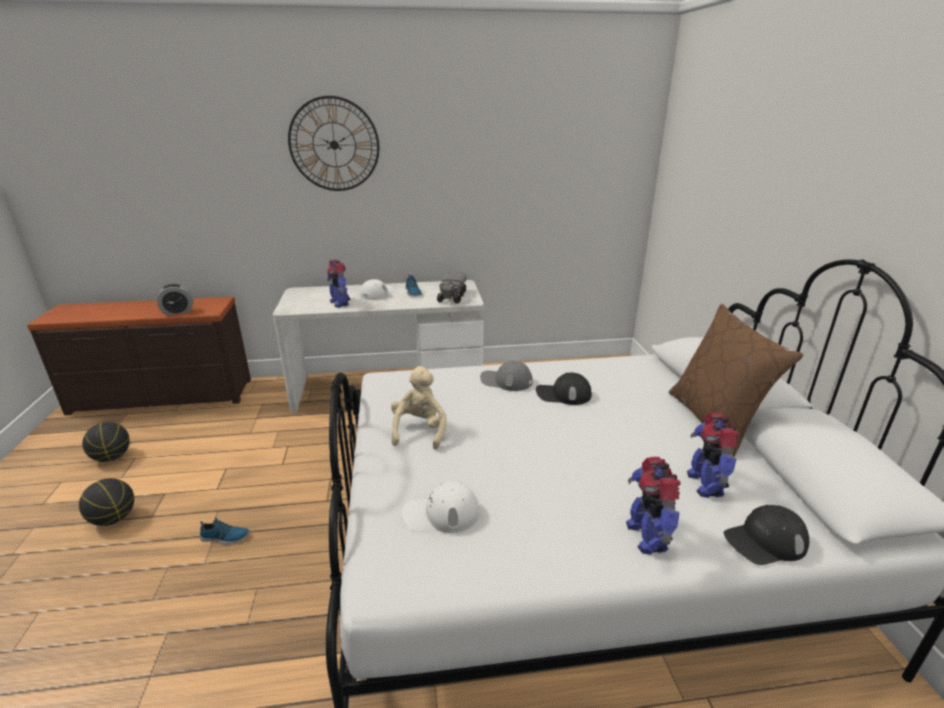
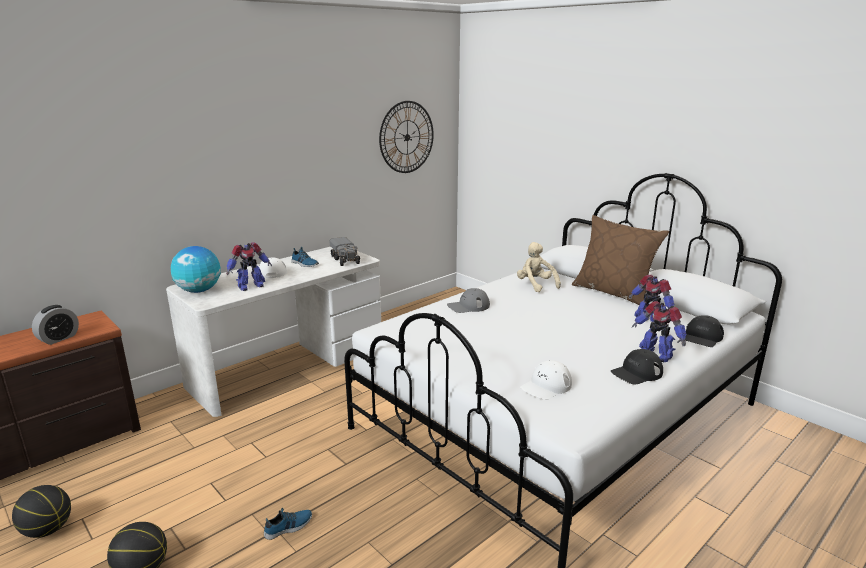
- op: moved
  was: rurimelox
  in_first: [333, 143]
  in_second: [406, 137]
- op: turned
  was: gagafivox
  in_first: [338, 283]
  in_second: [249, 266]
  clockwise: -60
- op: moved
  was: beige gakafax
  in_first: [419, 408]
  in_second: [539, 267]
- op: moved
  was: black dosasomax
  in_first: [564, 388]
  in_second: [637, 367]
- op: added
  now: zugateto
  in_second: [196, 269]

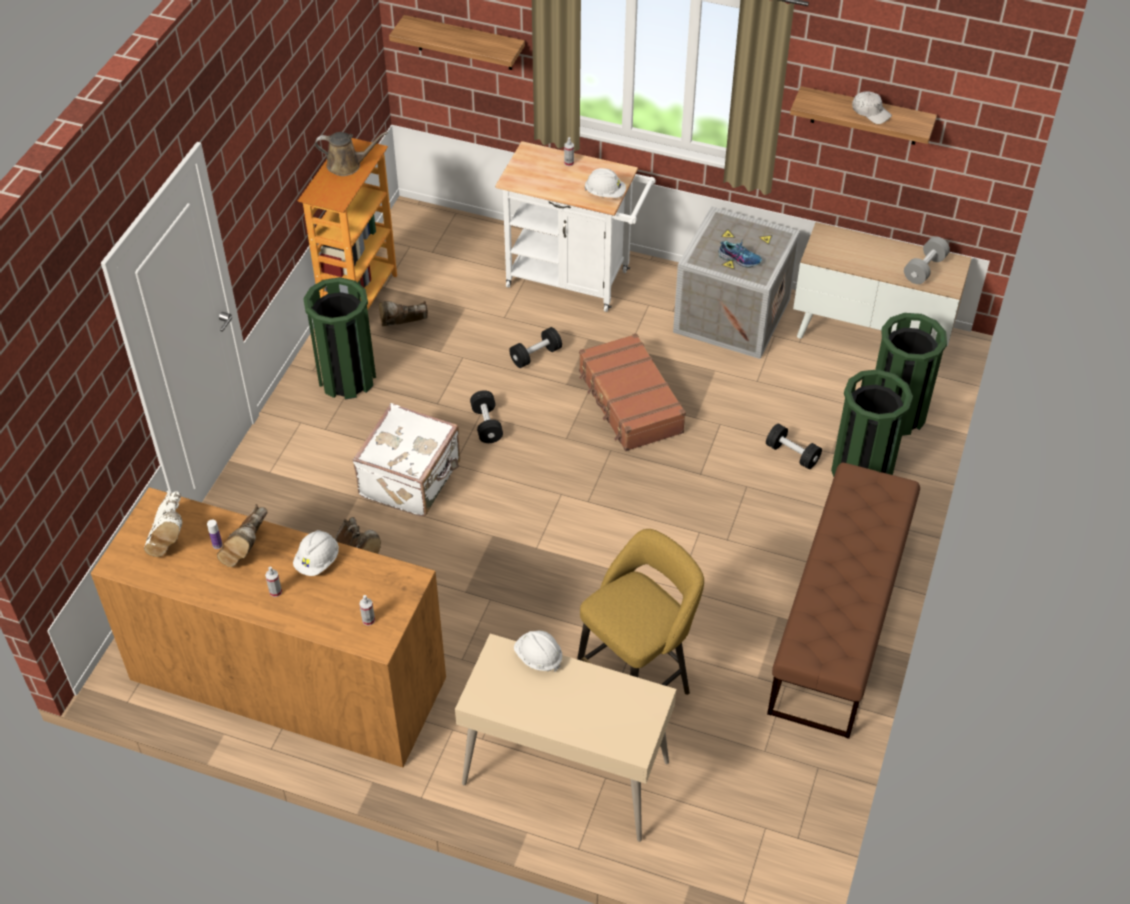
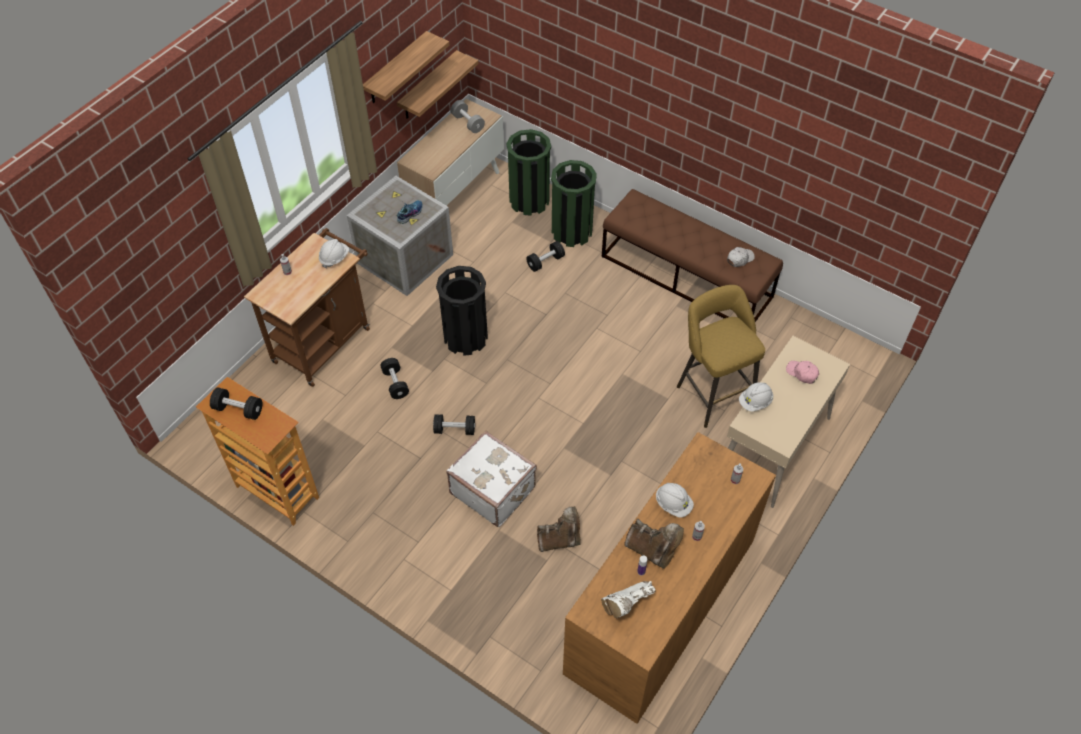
- op: moved
  was: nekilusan
  in_first: [457, 42]
  in_second: [437, 84]
- op: moved
  was: white dosasomax
  in_first: [872, 107]
  in_second: [741, 257]
- op: replaced
  was: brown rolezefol
  now: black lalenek
  in_first: [351, 154]
  in_second: [236, 403]
- op: recoloured
  was: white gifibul
  now: brown gifibul
  in_first: [575, 226]
  in_second: [307, 307]
- op: removed
  was: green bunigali
  in_first: [339, 338]
- op: removed
  was: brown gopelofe
  in_first: [403, 313]
- op: replaced
  was: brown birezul
  now: black bunigali
  in_first: [632, 392]
  in_second: [462, 311]
- op: turned
  was: white gopelofe
  in_first: [163, 524]
  in_second: [628, 599]
  clockwise: 135
- op: added
  now: pink dosasomax
  in_second: [802, 372]

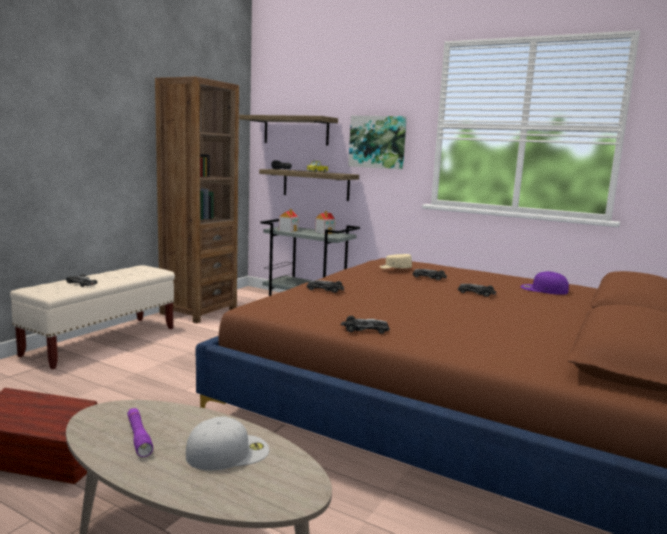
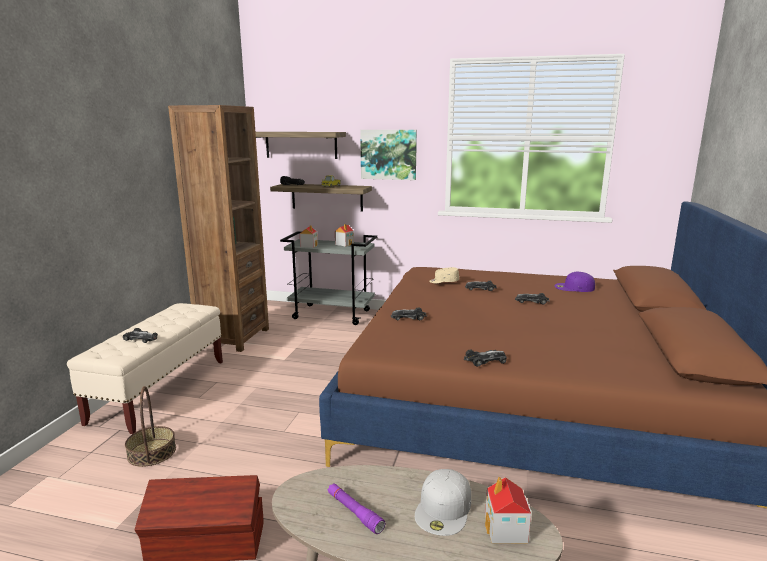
- op: turned
  was: white dosasomax
  in_first: [227, 443]
  in_second: [443, 502]
  clockwise: 150
- op: added
  now: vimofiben
  in_second: [150, 426]
- op: added
  now: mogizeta
  in_second: [508, 509]

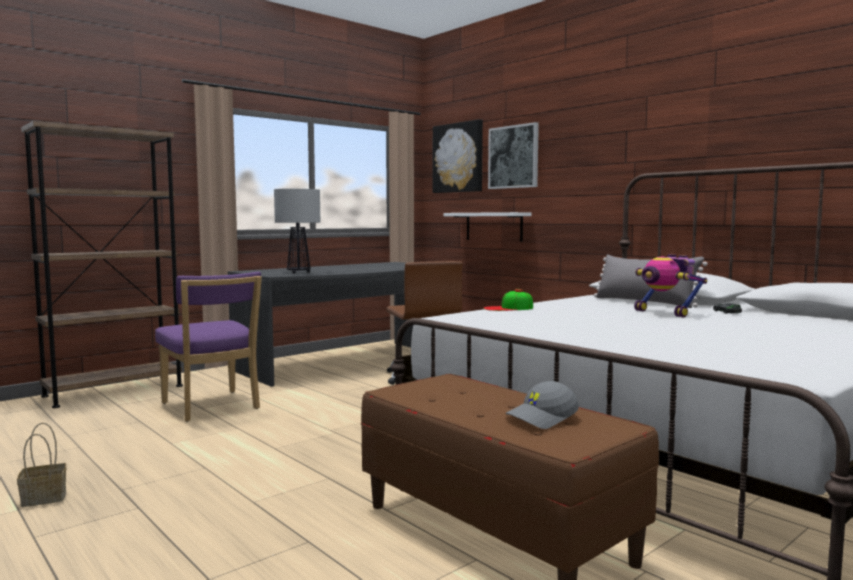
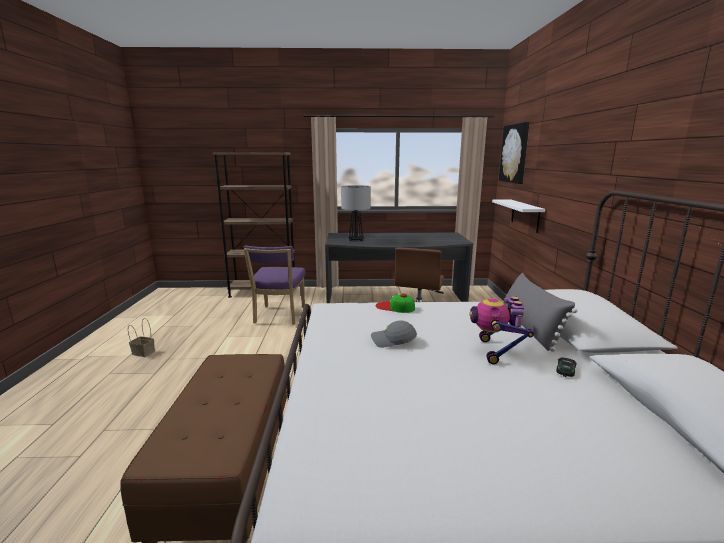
- op: removed
  was: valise
  in_first: [513, 155]
- op: moved
  was: grey dosasomax
  in_first: [542, 405]
  in_second: [394, 334]

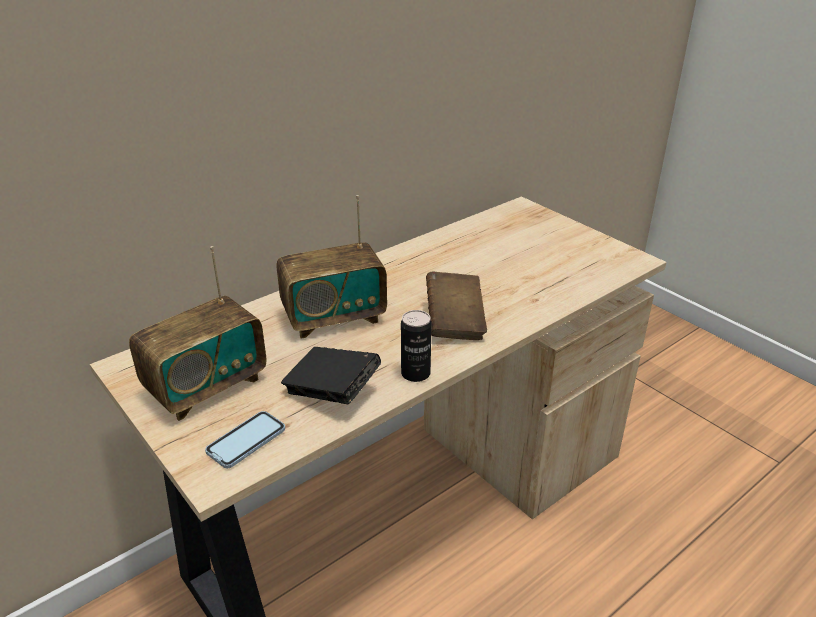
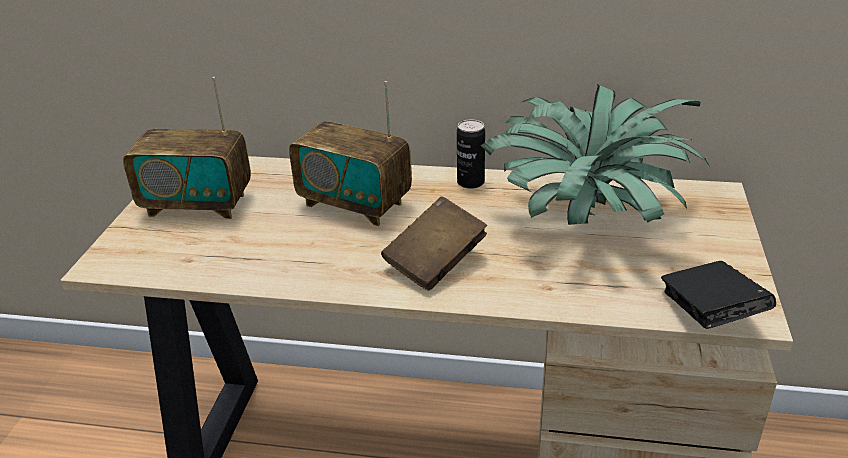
- op: moved
  was: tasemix
  in_first: [416, 346]
  in_second: [471, 154]
- op: moved
  was: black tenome
  in_first: [331, 375]
  in_second: [718, 295]
- op: removed
  was: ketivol
  in_first: [245, 439]
- op: added
  now: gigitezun
  in_second: [595, 154]

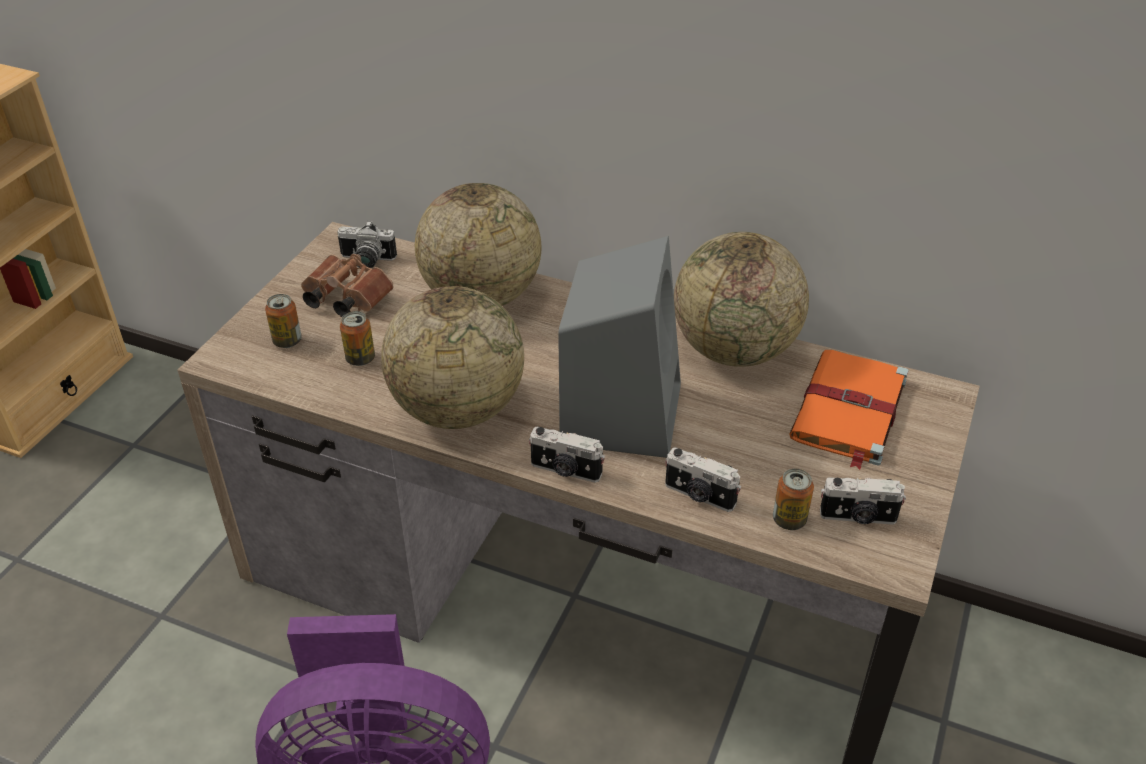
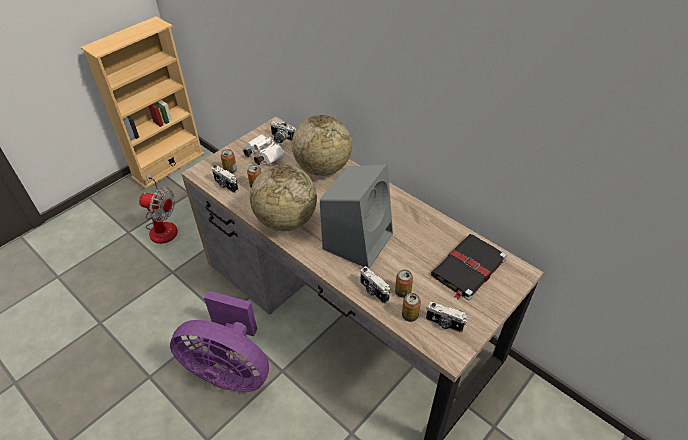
- op: removed
  was: zugateto
  in_first: [741, 299]
- op: recoloured
  was: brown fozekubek
  now: white fozekubek
  in_first: [347, 285]
  in_second: [264, 149]
- op: recoloured
  was: orange tenome
  now: black tenome
  in_first: [849, 410]
  in_second: [469, 267]
- op: moved
  was: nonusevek
  in_first: [567, 455]
  in_second: [225, 179]
- op: added
  now: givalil
  in_second: [158, 207]
- op: added
  now: tasemix
  in_second: [404, 283]

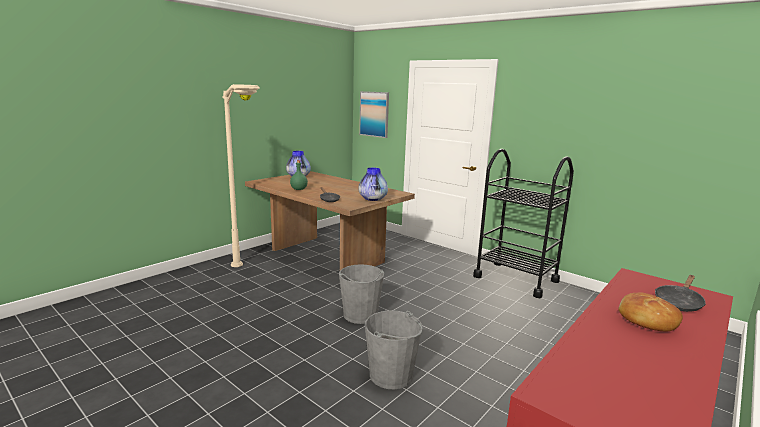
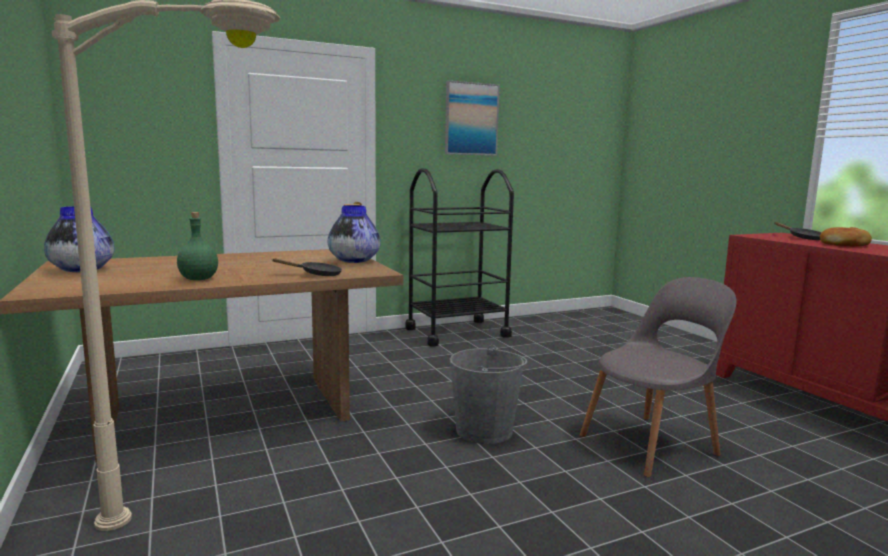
- op: moved
  was: valise
  in_first: [374, 114]
  in_second: [472, 118]
- op: replaced
  was: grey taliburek
  now: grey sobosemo
  in_first: [393, 349]
  in_second: [658, 377]

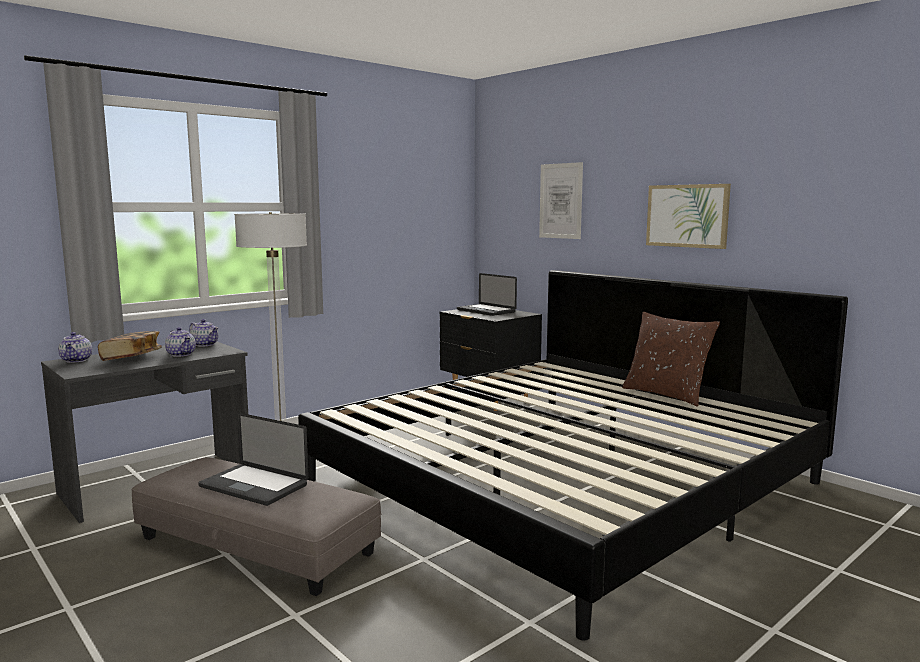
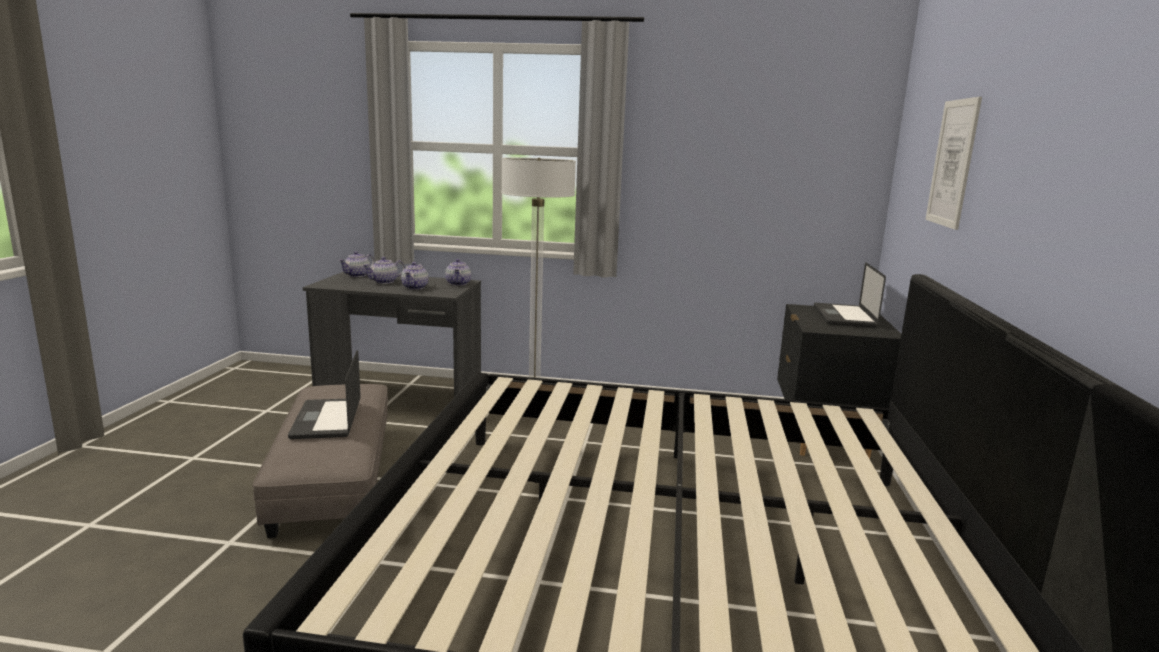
- op: removed
  was: valise
  in_first: [688, 216]
- op: removed
  was: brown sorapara
  in_first: [671, 359]
- op: replaced
  was: tenome
  now: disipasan
  in_first: [130, 346]
  in_second: [384, 270]

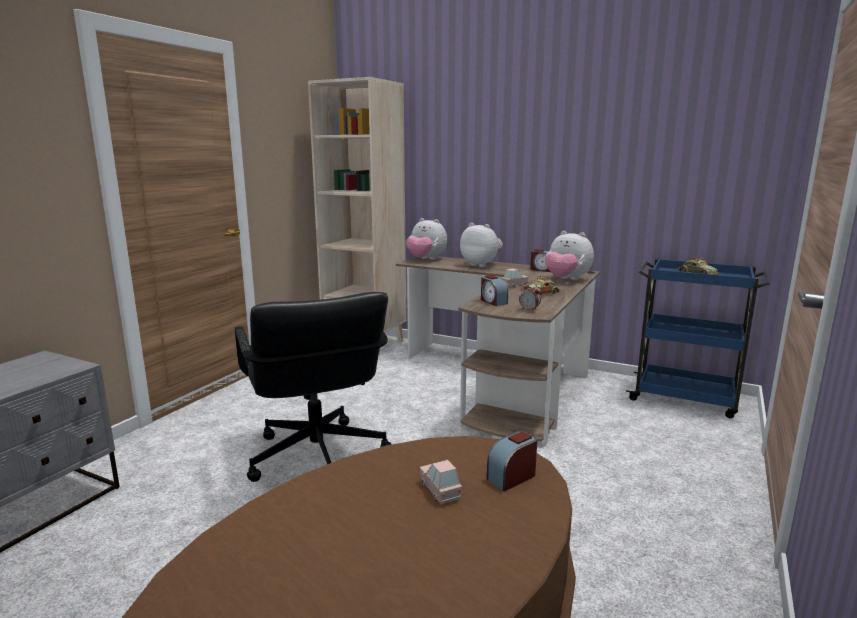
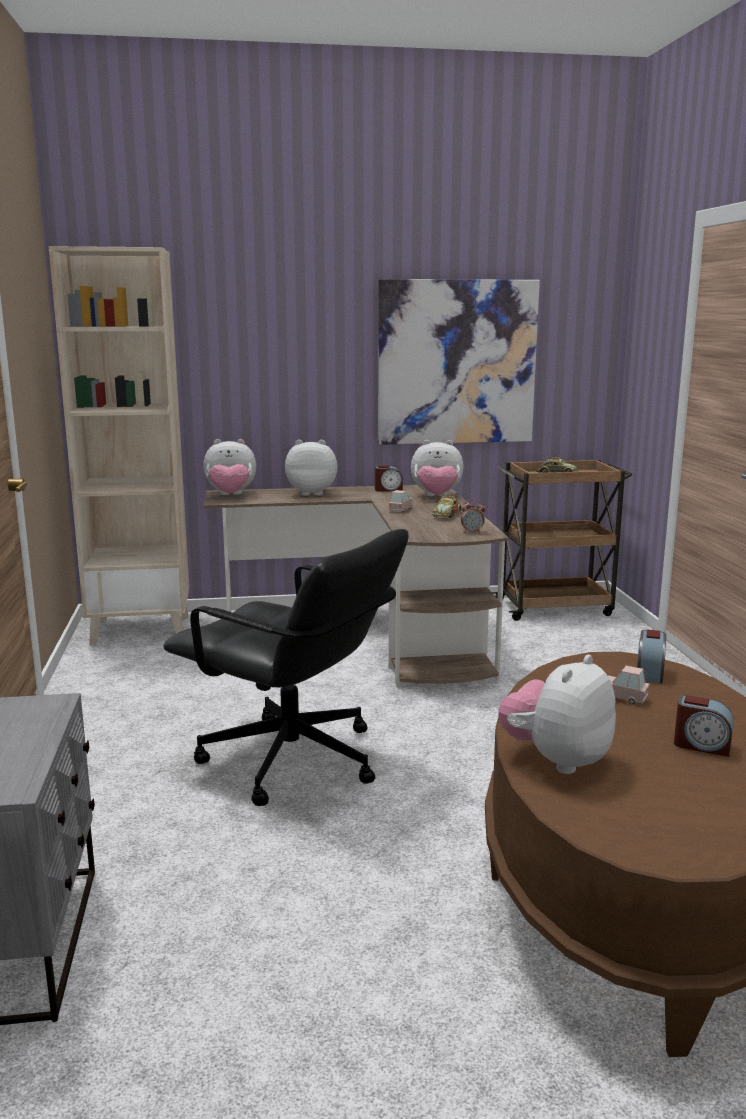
- op: recoloured
  was: blue gifibul
  now: brown gifibul
  in_first: [698, 338]
  in_second: [562, 540]
- op: moved
  was: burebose
  in_first: [494, 290]
  in_second: [704, 726]
- op: added
  now: valise
  in_second: [459, 362]
- op: added
  now: gakafax
  in_second: [557, 714]

